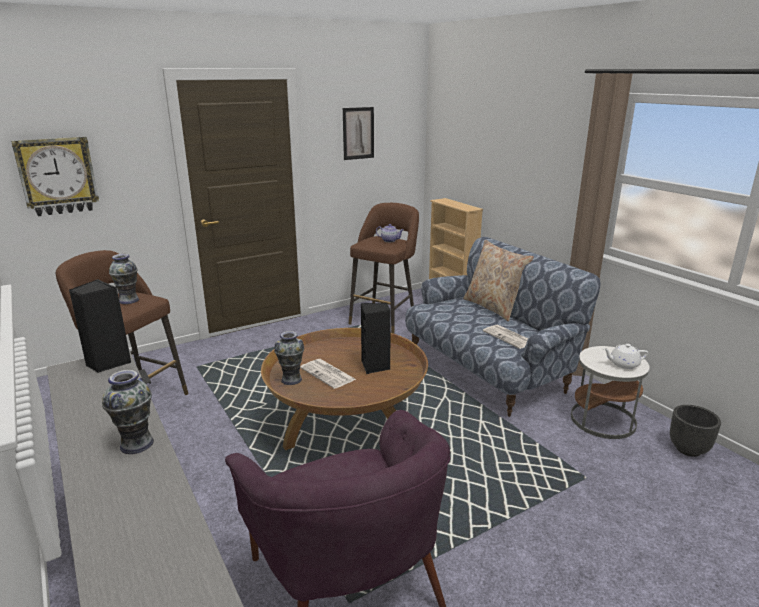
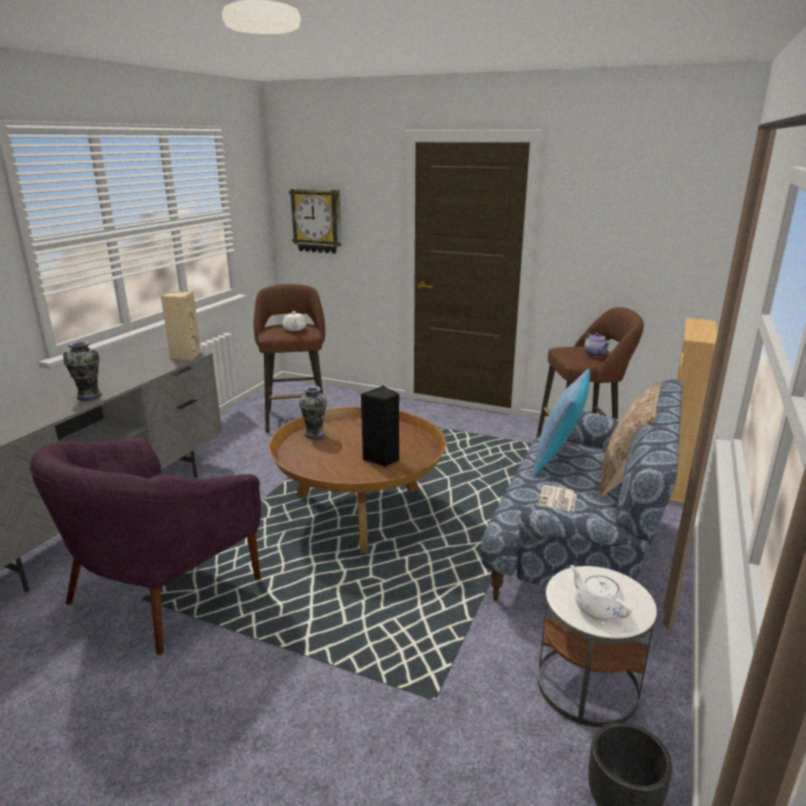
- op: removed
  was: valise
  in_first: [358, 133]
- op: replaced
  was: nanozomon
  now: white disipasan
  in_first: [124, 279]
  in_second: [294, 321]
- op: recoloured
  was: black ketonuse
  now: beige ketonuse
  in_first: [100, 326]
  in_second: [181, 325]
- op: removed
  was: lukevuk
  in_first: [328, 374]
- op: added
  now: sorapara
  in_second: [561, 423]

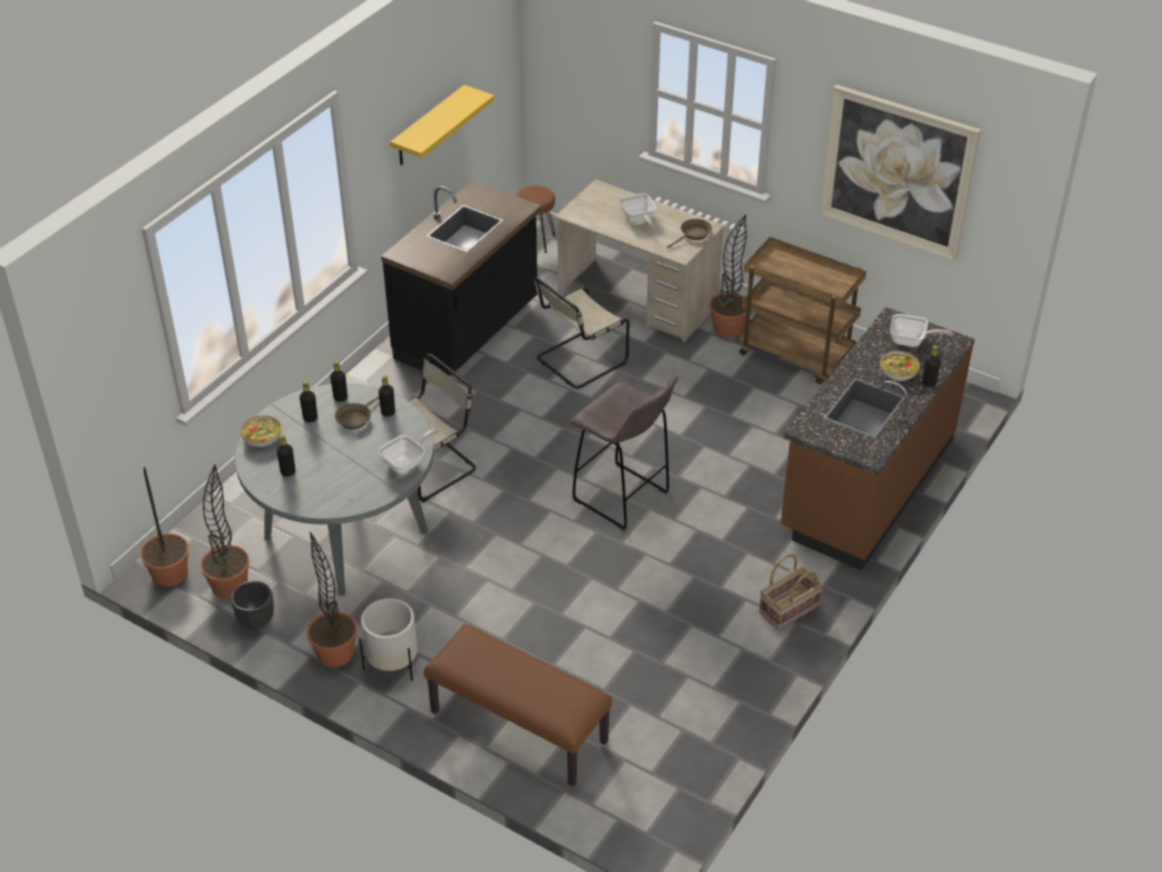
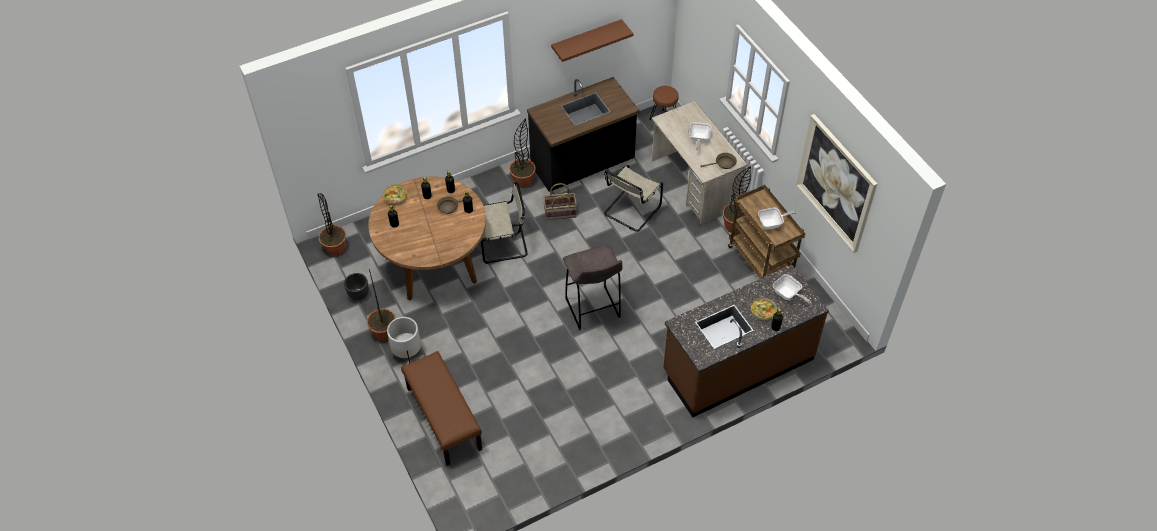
- op: recoloured
  was: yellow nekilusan
  now: brown nekilusan
  in_first: [442, 125]
  in_second: [592, 40]
- op: turned
  was: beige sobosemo
  in_first: [581, 333]
  in_second: [633, 198]
  clockwise: -45
- op: recoloured
  was: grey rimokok
  now: brown rimokok
  in_first: [334, 489]
  in_second: [427, 239]
- op: moved
  was: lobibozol
  in_first: [408, 451]
  in_second: [777, 218]
- op: moved
  was: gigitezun
  in_first: [224, 531]
  in_second: [522, 153]
- op: moved
  was: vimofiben
  in_first: [791, 592]
  in_second: [560, 201]

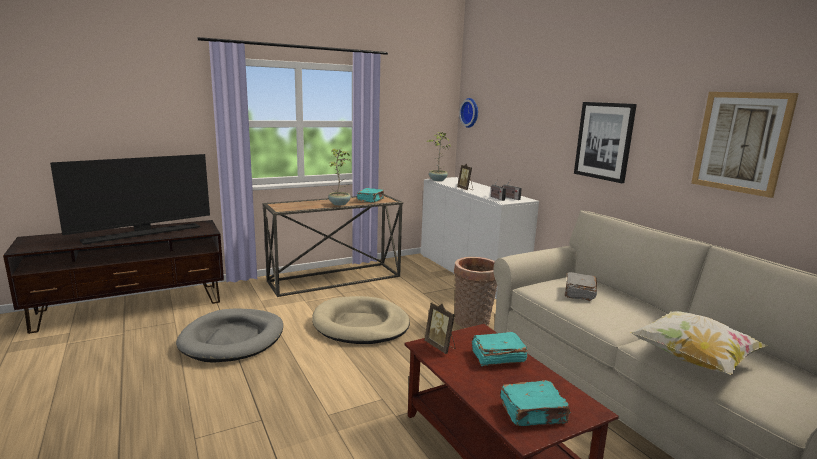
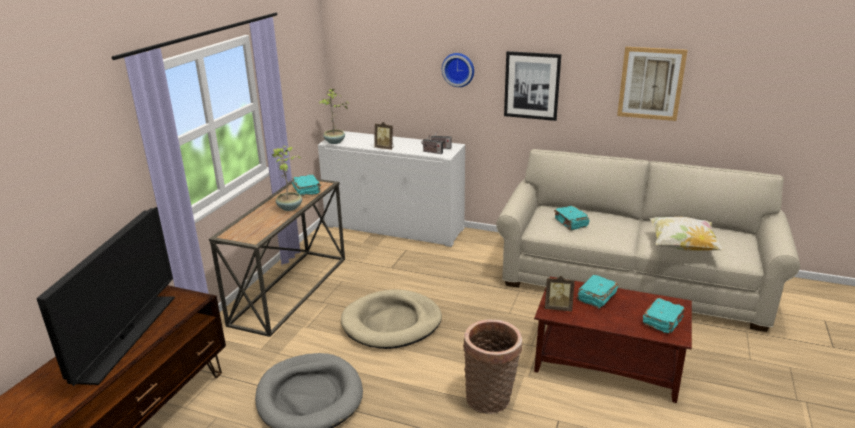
- op: moved
  was: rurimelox
  in_first: [468, 113]
  in_second: [458, 70]
- op: moved
  was: vimofiben
  in_first: [475, 292]
  in_second: [492, 366]
- op: recoloured
  was: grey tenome
  now: turquoise tenome
  in_first: [581, 286]
  in_second: [572, 218]

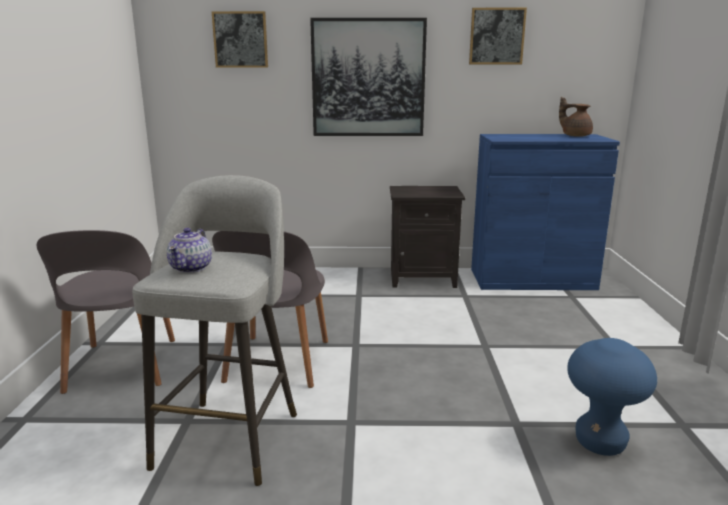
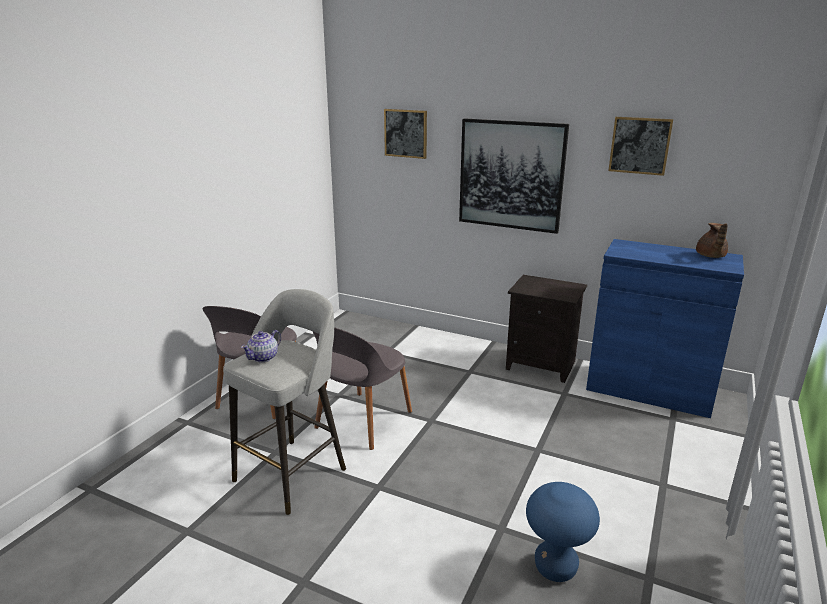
- op: turned
  was: brown disipasan
  in_first: [576, 117]
  in_second: [712, 240]
  clockwise: -150

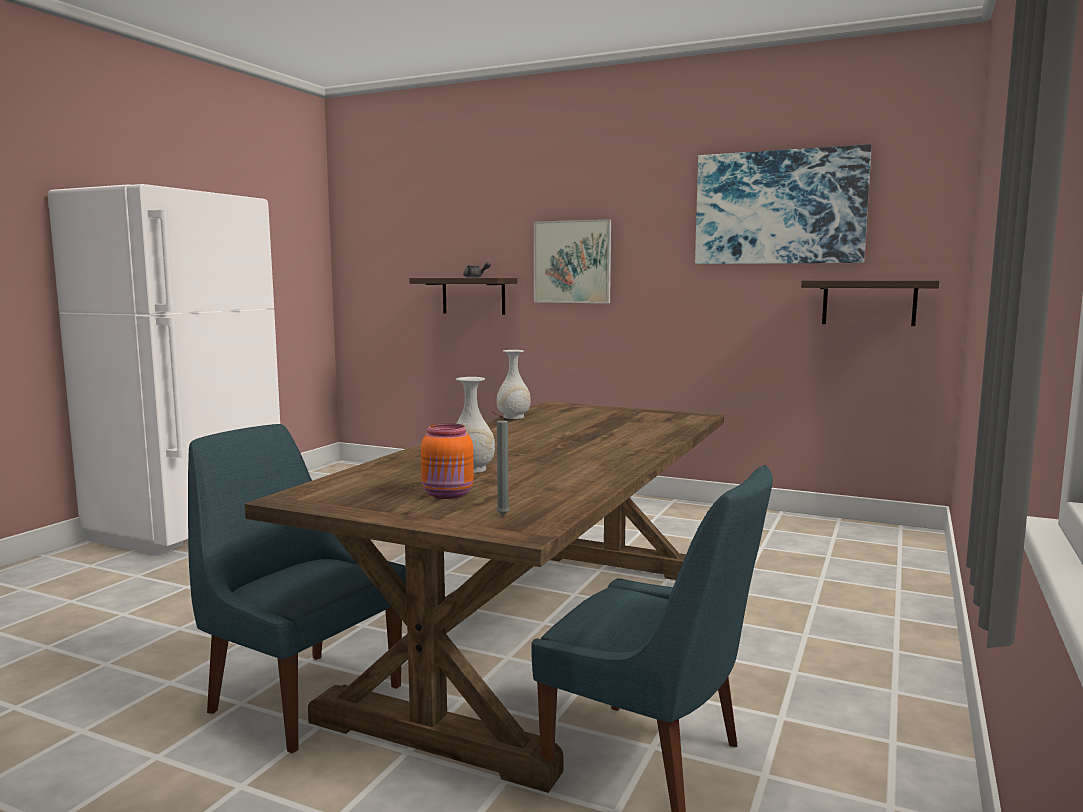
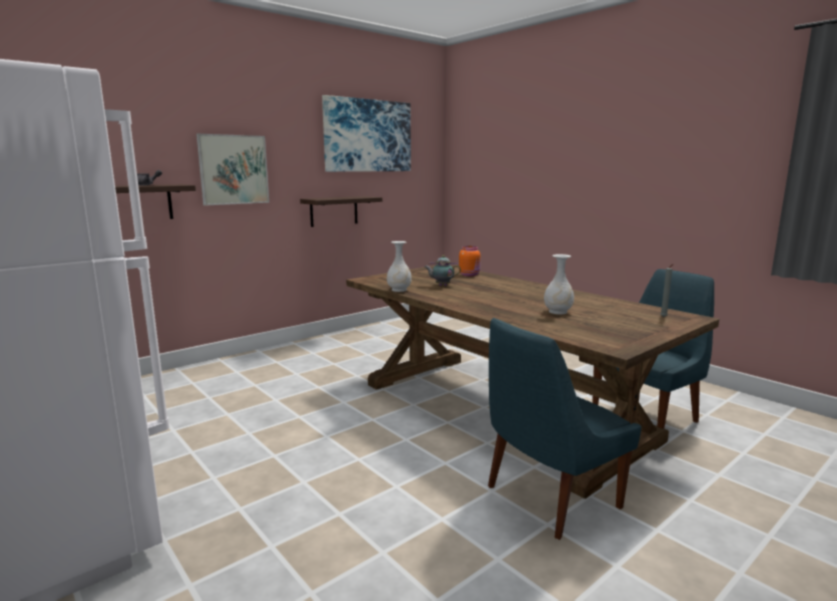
- op: moved
  was: nekilusan
  in_first: [870, 303]
  in_second: [341, 211]
- op: moved
  was: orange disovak
  in_first: [447, 461]
  in_second: [469, 261]
- op: added
  now: disipasan
  in_second: [443, 270]

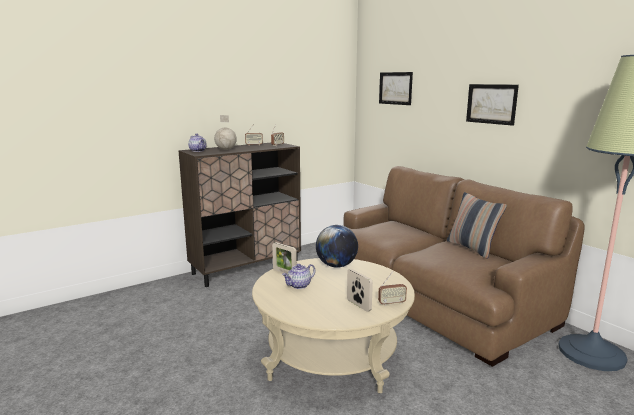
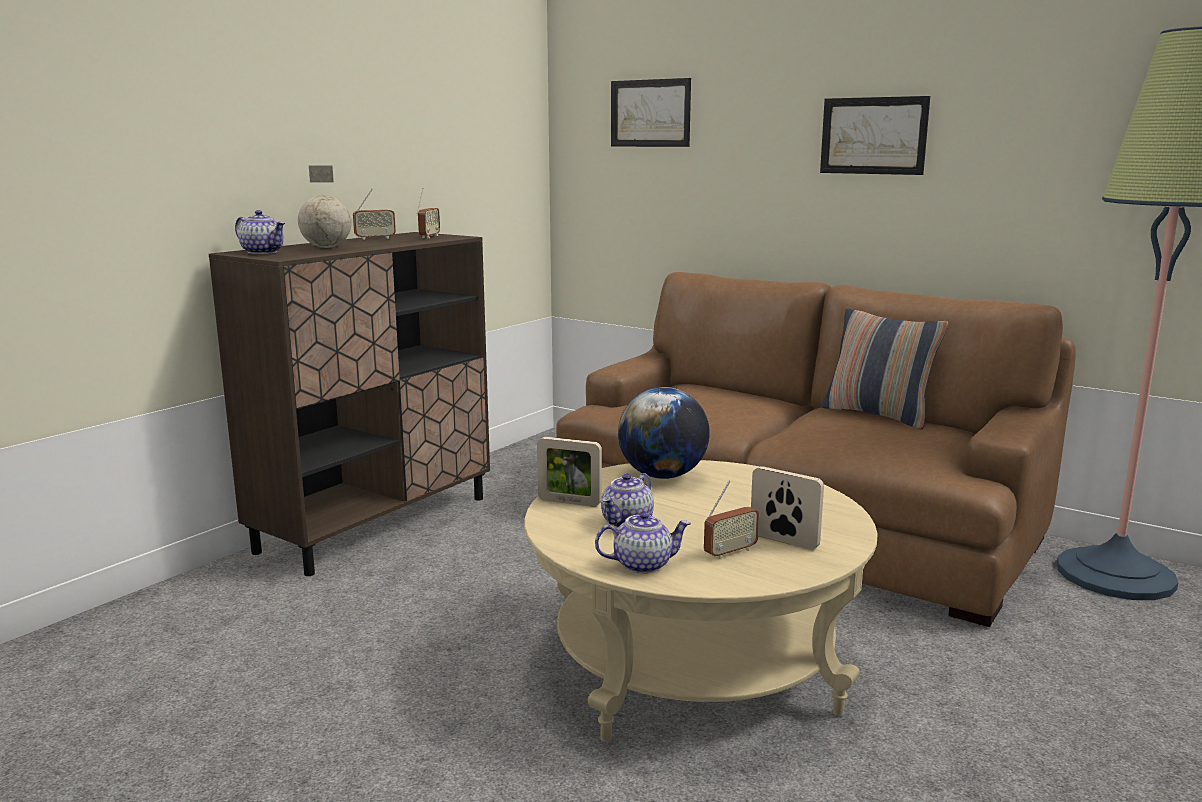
- op: moved
  was: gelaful
  in_first: [392, 288]
  in_second: [731, 520]
- op: added
  now: disipasan
  in_second: [643, 542]

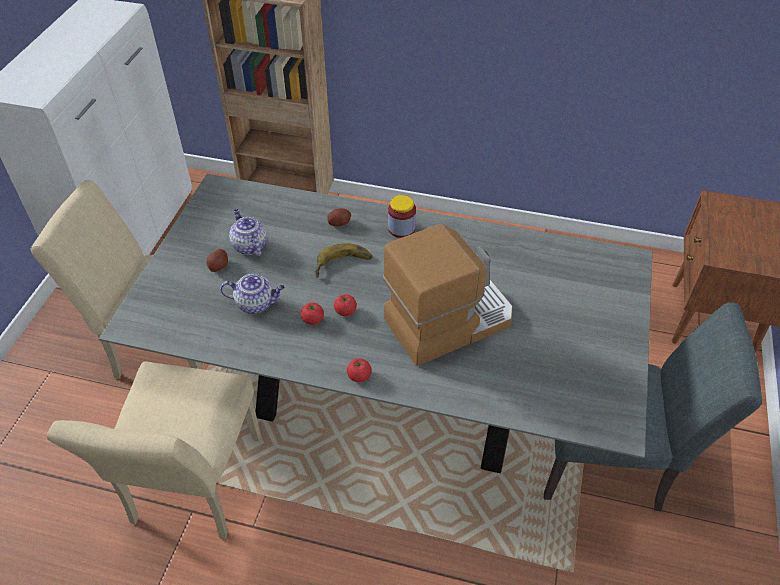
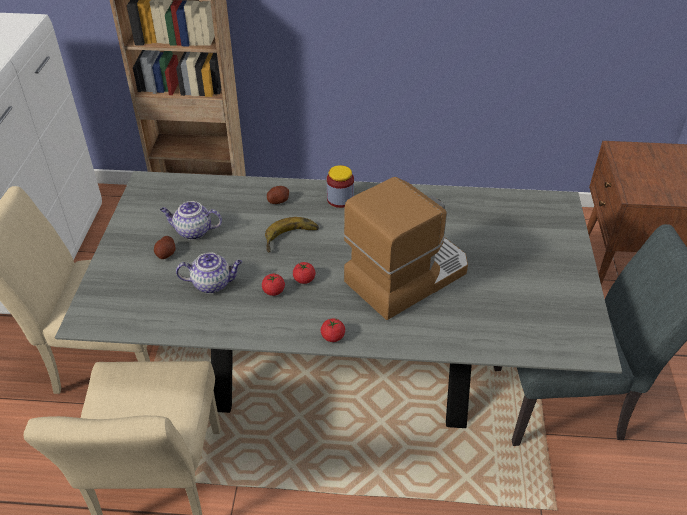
- op: turned
  was: disipasan
  in_first: [248, 232]
  in_second: [191, 220]
  clockwise: -45

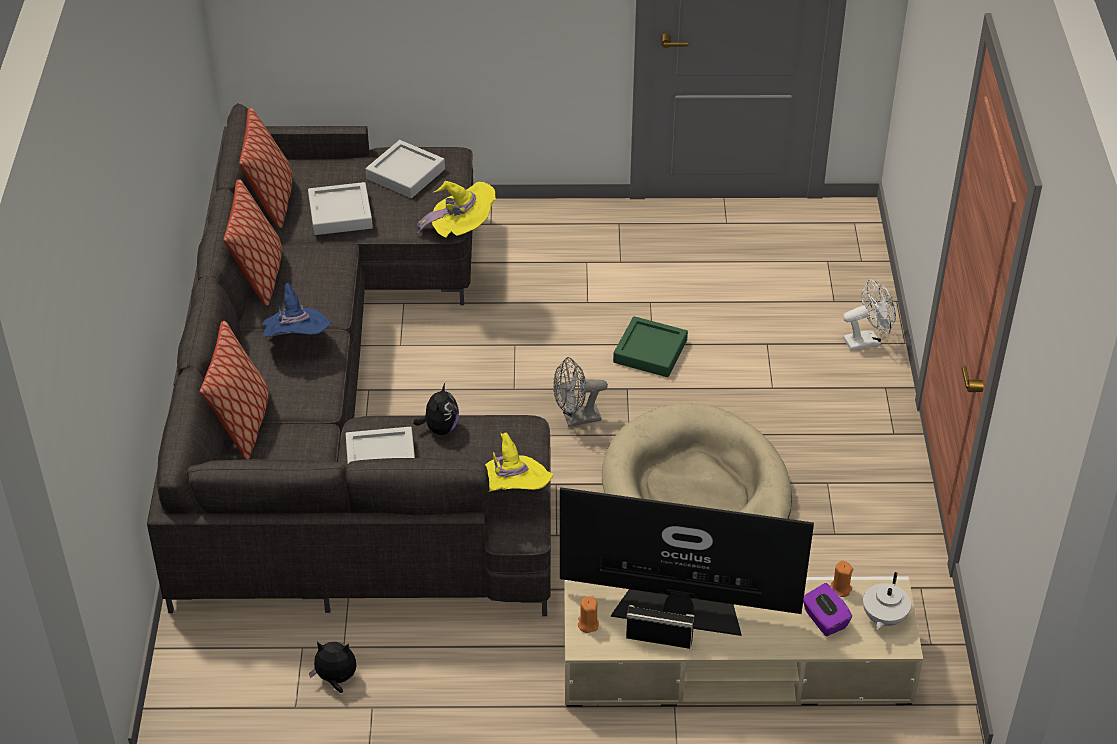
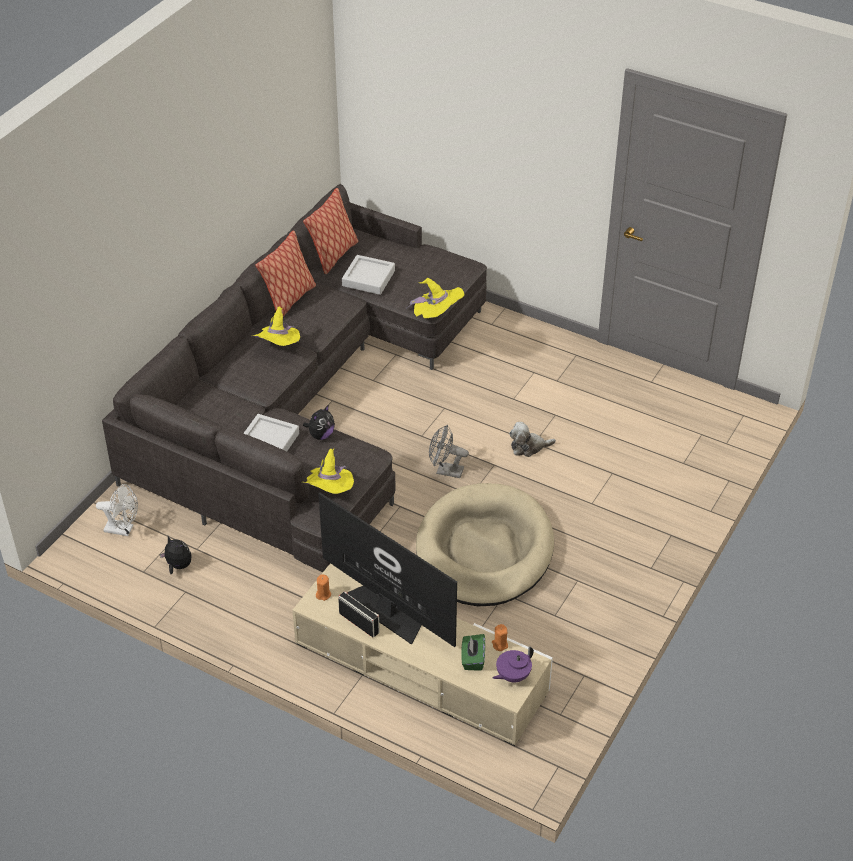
- op: removed
  was: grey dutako
  in_first: [405, 169]
- op: moved
  was: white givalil
  in_first: [869, 315]
  in_second: [117, 510]
- op: recoloured
  was: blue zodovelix
  now: yellow zodovelix
  in_first: [296, 310]
  in_second: [276, 326]
- op: replaced
  was: green dutako
  now: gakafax
  in_first: [650, 346]
  in_second: [532, 439]
- op: removed
  was: sorapara
  in_first: [234, 390]
- op: recoloured
  was: white disipasan
  now: purple disipasan
  in_first: [887, 601]
  in_second: [513, 664]
- op: recoloured
  was: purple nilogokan
  now: green nilogokan
  in_first: [827, 609]
  in_second: [473, 652]

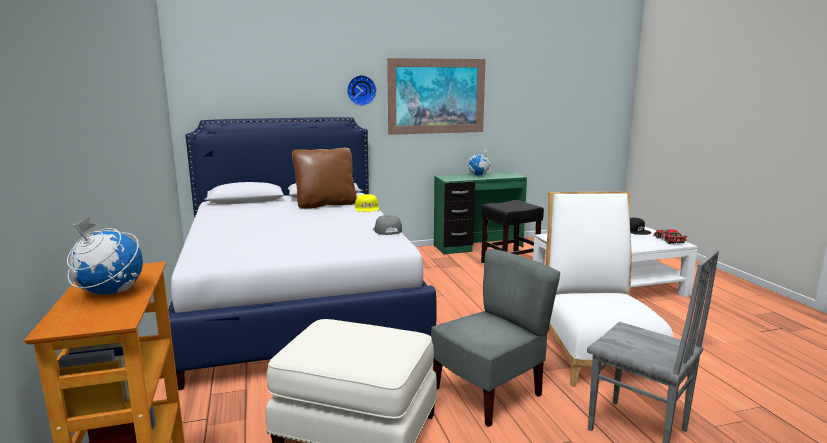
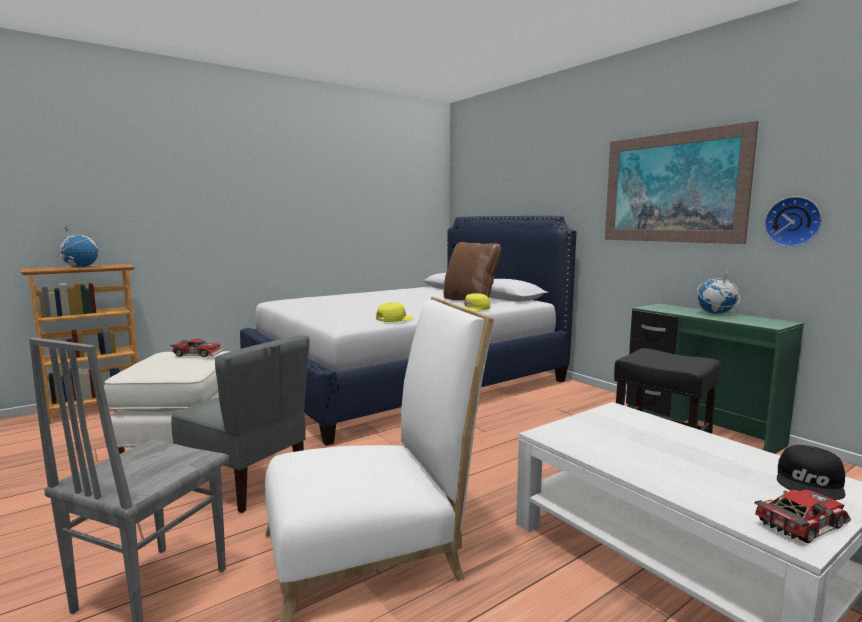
- op: moved
  was: rurimelox
  in_first: [362, 90]
  in_second: [793, 221]
- op: recoloured
  was: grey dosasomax
  now: yellow dosasomax
  in_first: [387, 225]
  in_second: [394, 312]
- op: added
  now: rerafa
  in_second: [196, 348]

